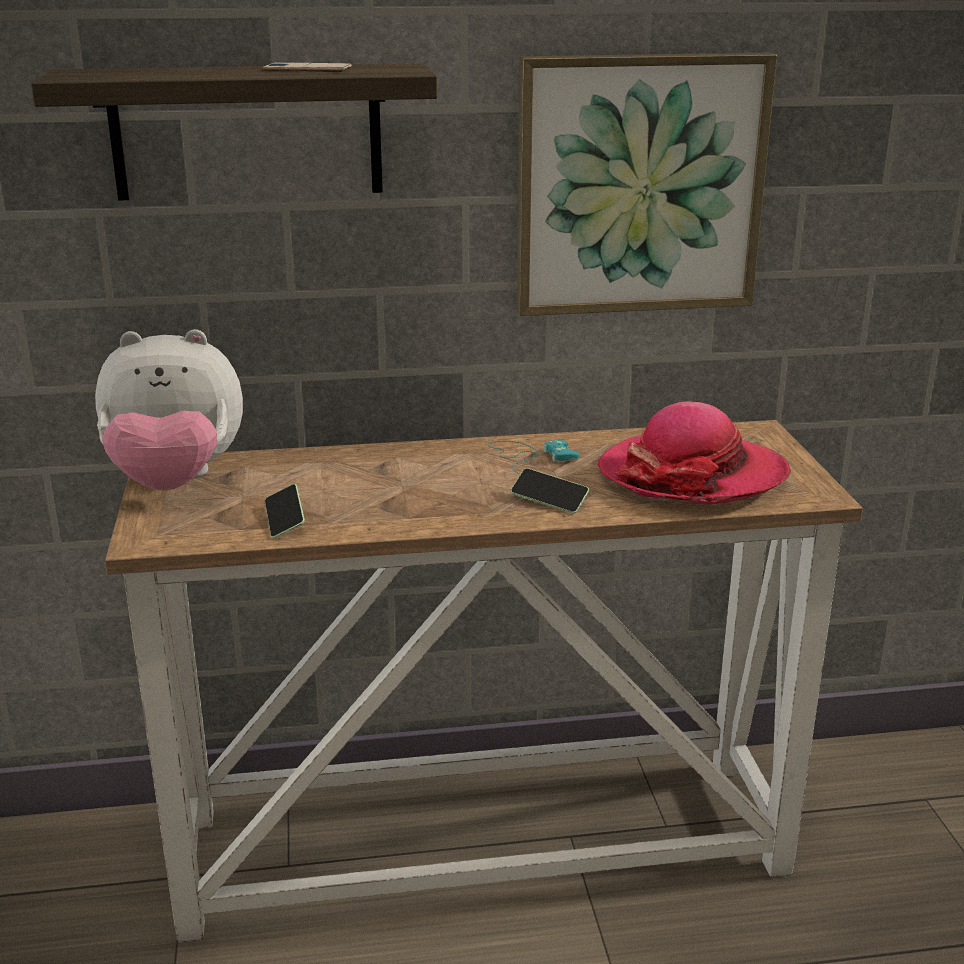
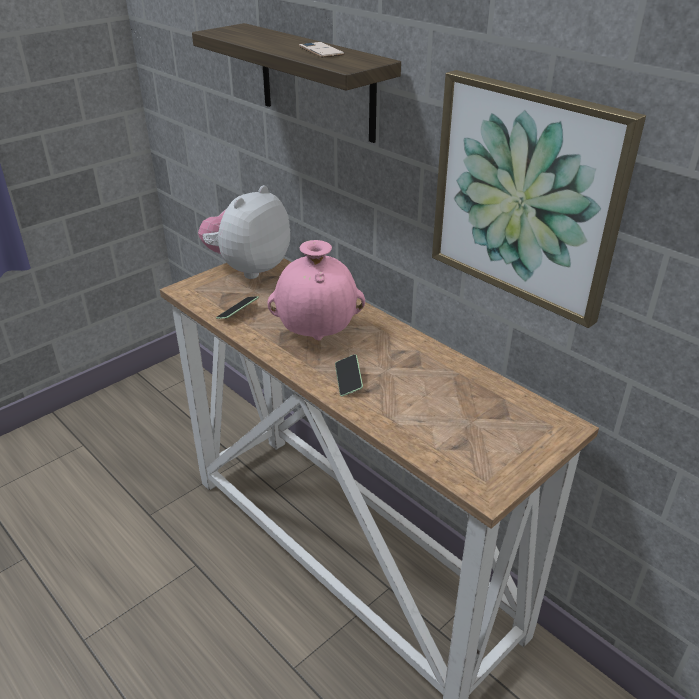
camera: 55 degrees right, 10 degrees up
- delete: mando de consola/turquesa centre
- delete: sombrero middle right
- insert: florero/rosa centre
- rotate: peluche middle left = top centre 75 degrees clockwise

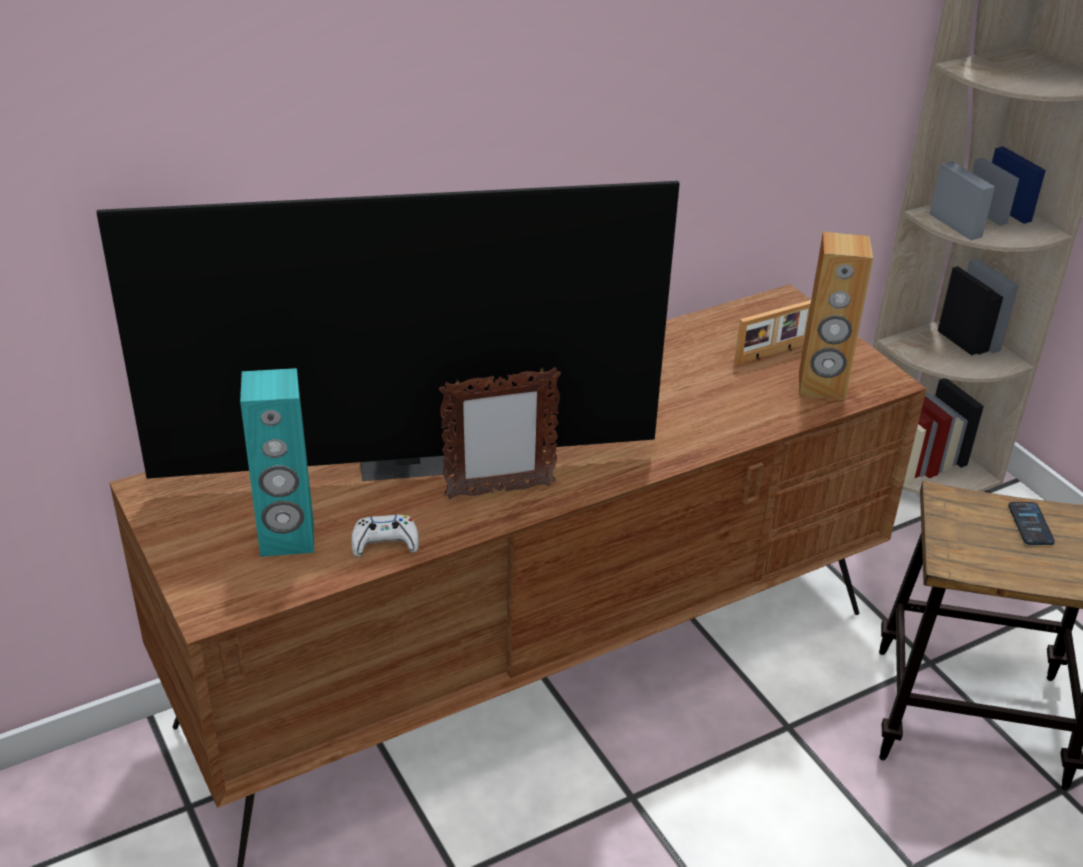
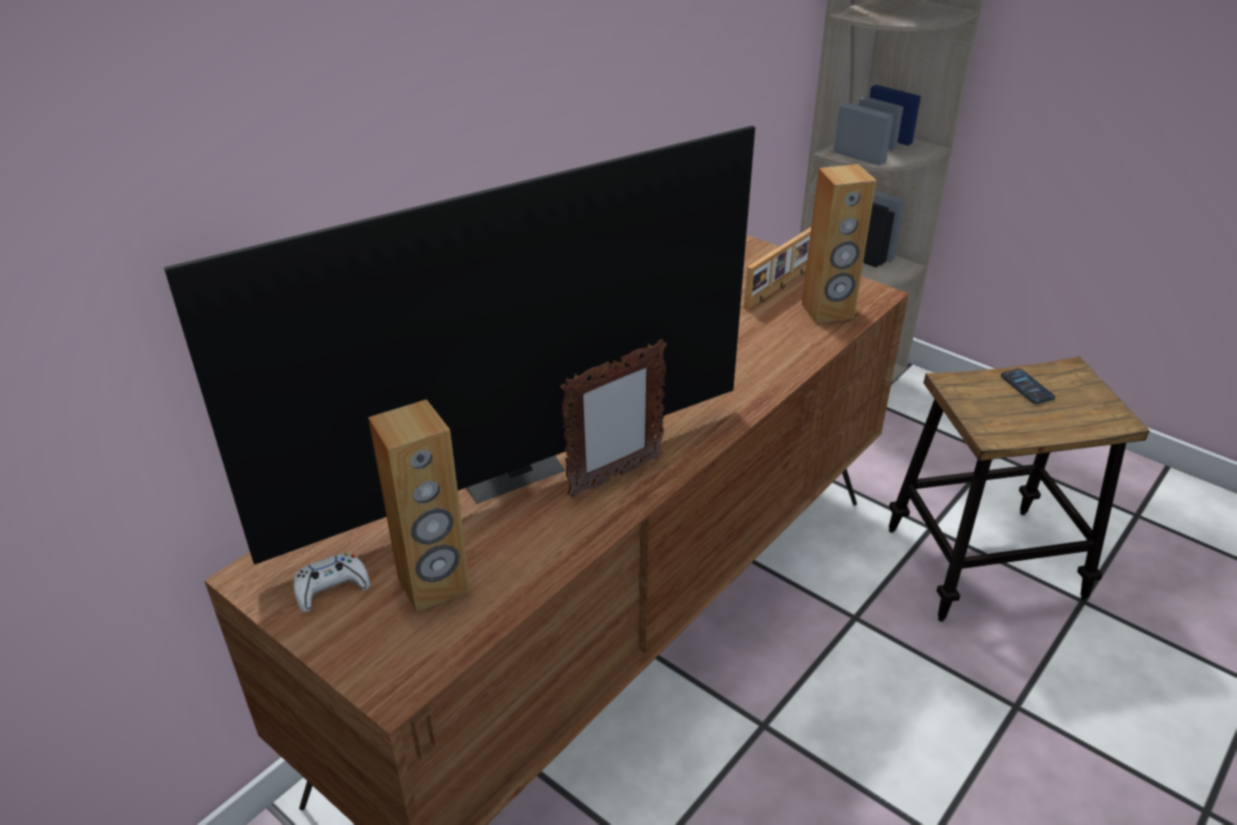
camera: 20 degrees left, 0 degrees up
- move: mando de consola/blanco centre to bottom left
- recolor: altavoz/turquesa middle left to altavoz/marrón (1st from left) centre

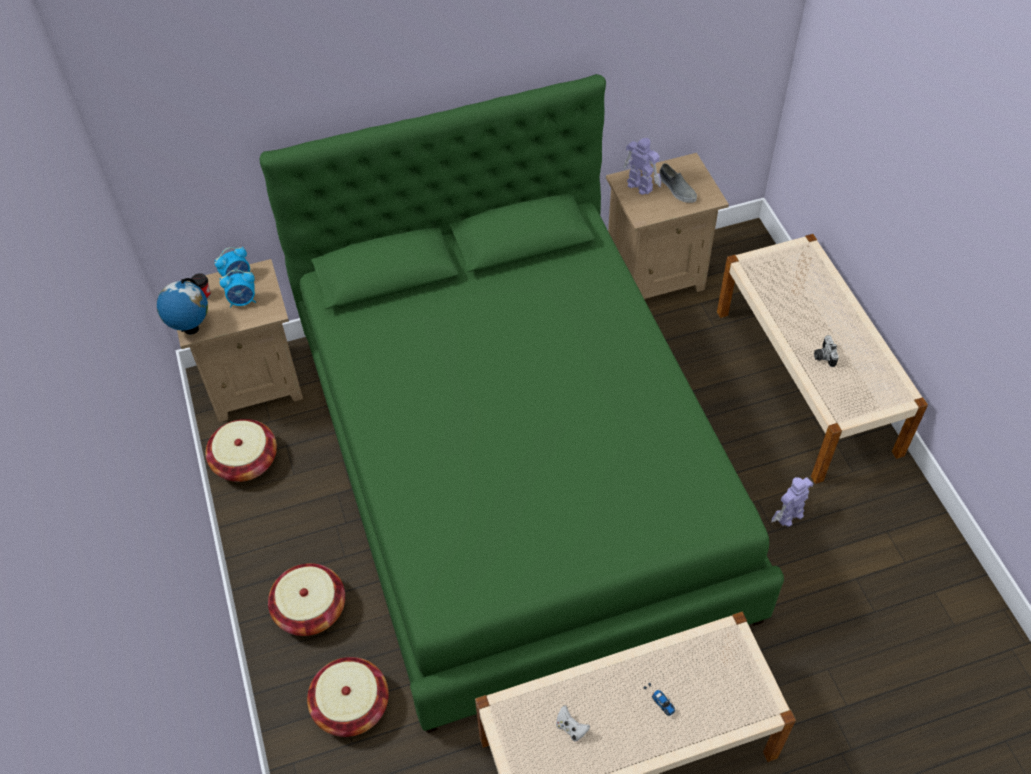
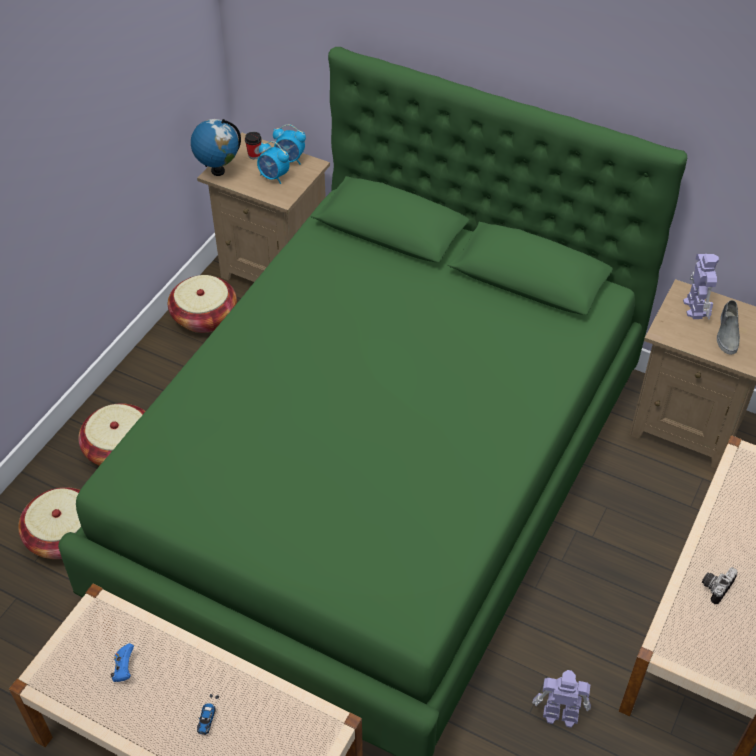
camera: 45 degrees right, 5 degrees down
- recolor: mando de consola/blanco bottom centre to mando de consola/azul bottom left

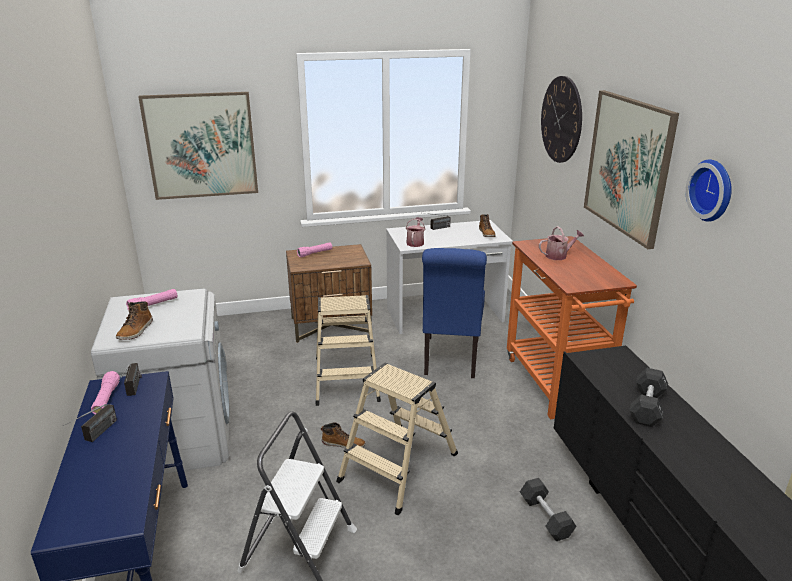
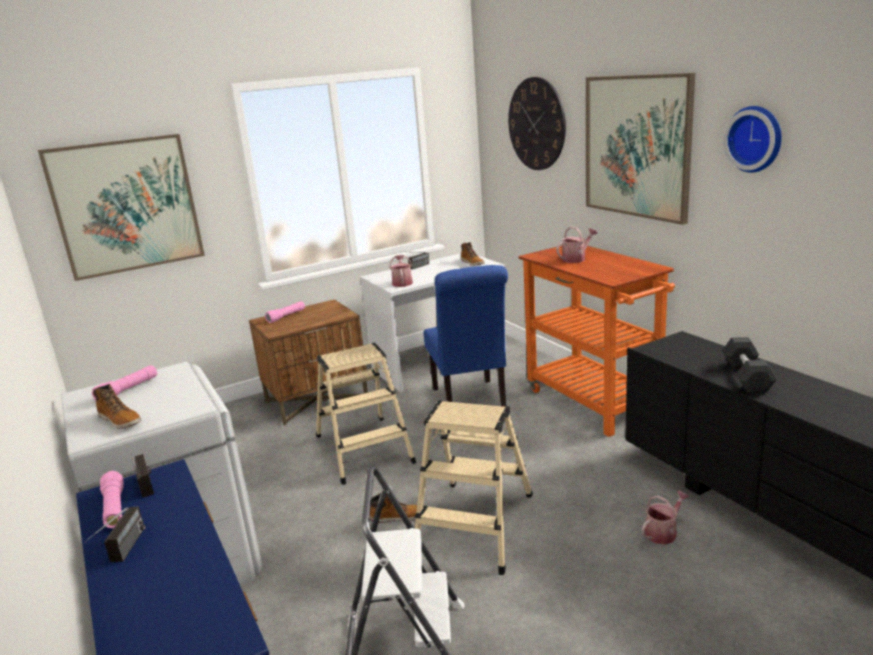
camera: 15 degrees left, 5 degrees down
- replace: mancuerna/negro (1st from left) bottom right to regadera (3rd from left) bottom right
- rotate: bota (1st from left) middle left = middle left 45 degrees counterclockwise

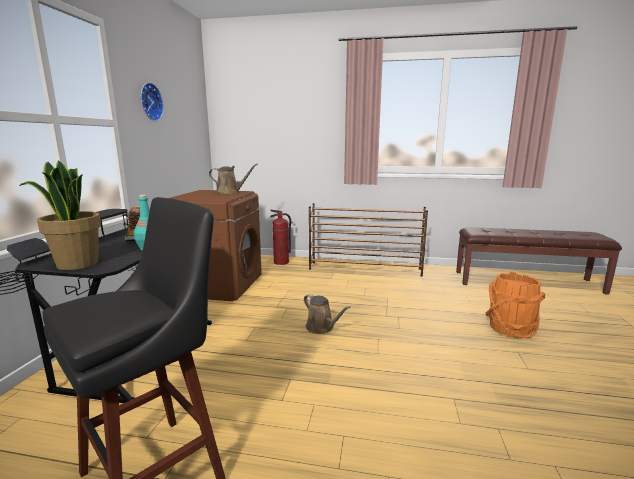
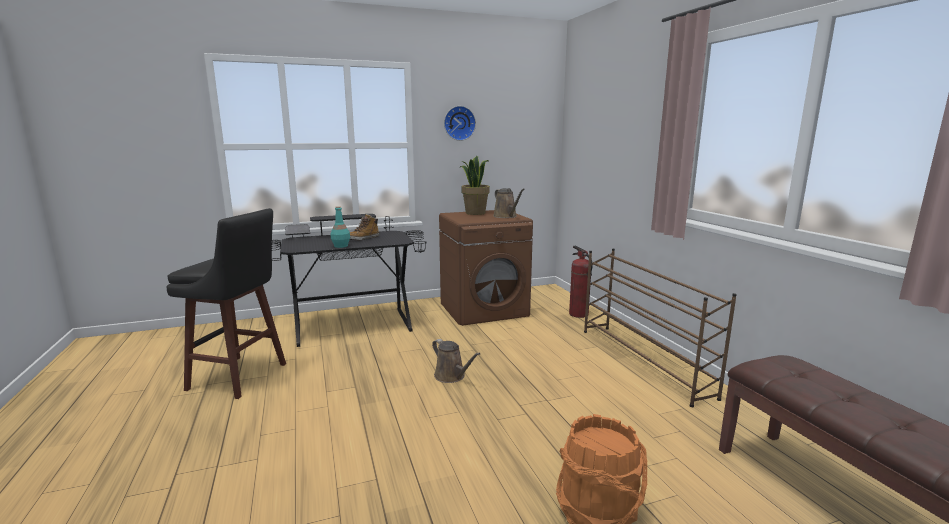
camera: 60 degrees right, 0 degrees up
- move: planta en maceta middle left to centre
- rotate: regadera/marrón (2nd from left in the first image) centre = bottom centre 60 degrees counterclockwise

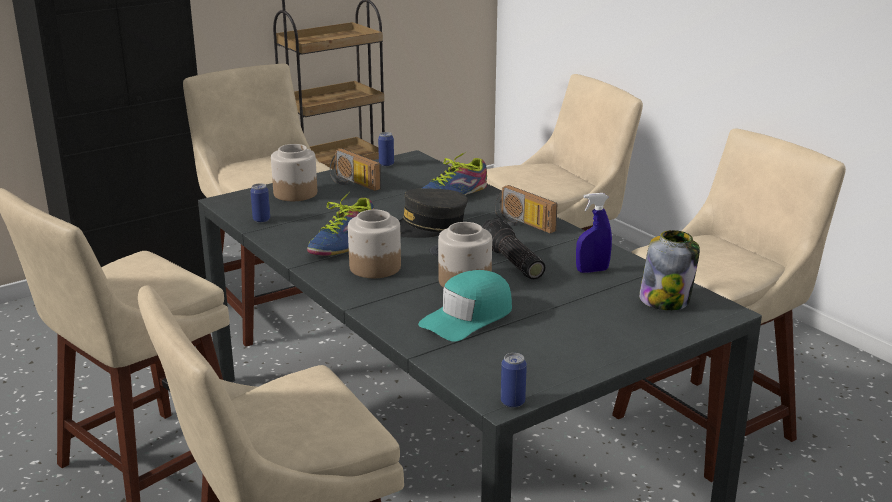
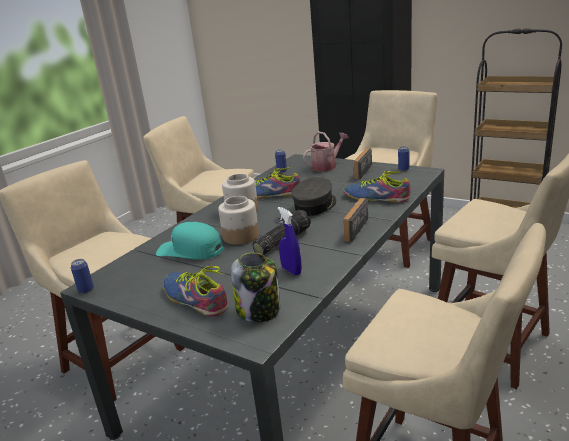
camera: 70 degrees right, 0 degrees up
- insert: zapato (1st from left) centre
- replace: tarro (1st from left) middle left to regadera centre
- rotate: gorra/gris centre = centre 75 degrees clockwise

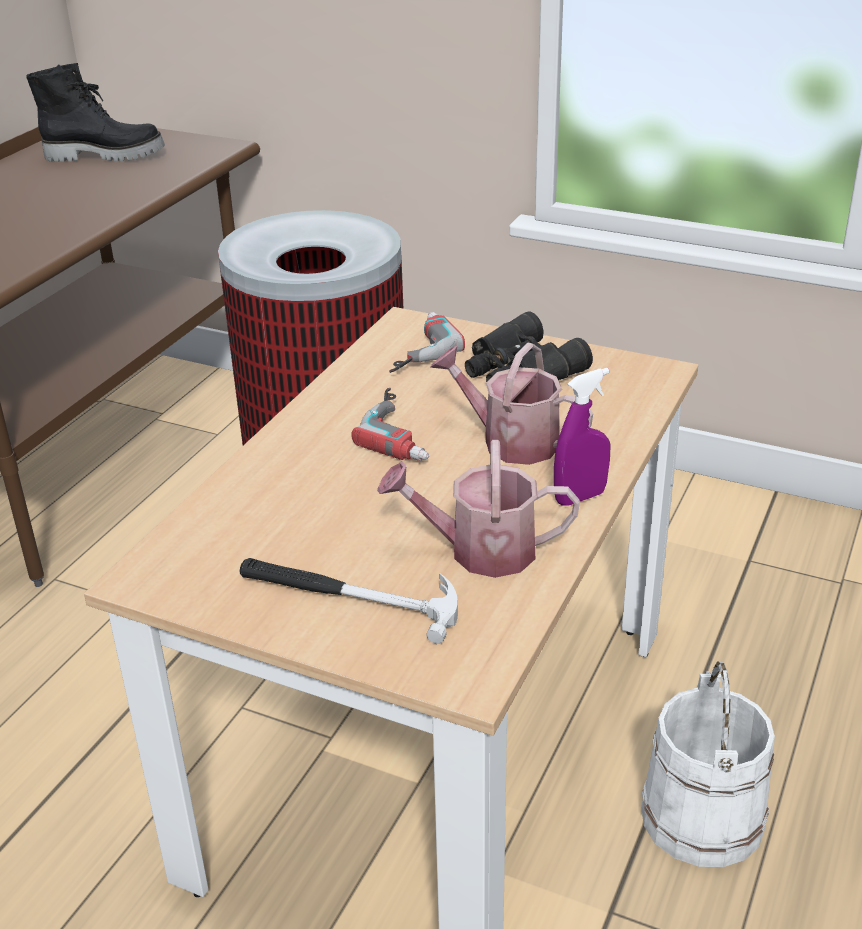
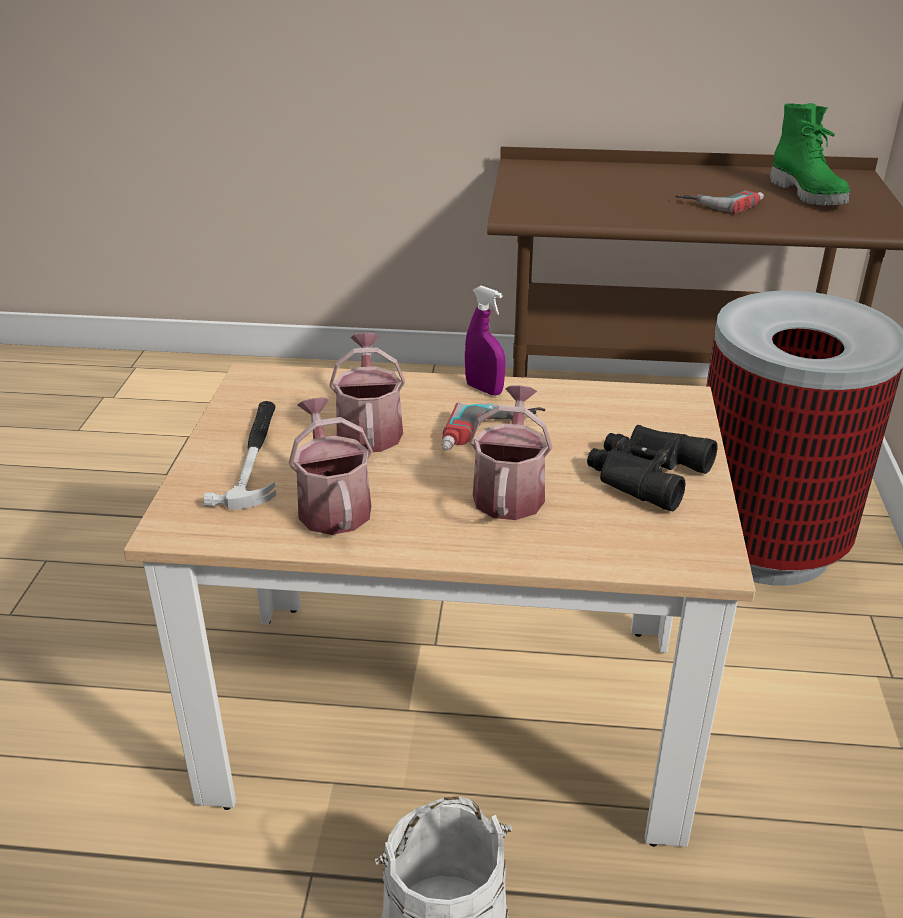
camera: 70 degrees right, 0 degrees up
- insert: regadera (2nd from left) centre
- move: taladro (2nd from left) centre to top right
- move: pulverizador/morado middle right to centre
- recolor: bota/negro top left to bota/verde top right

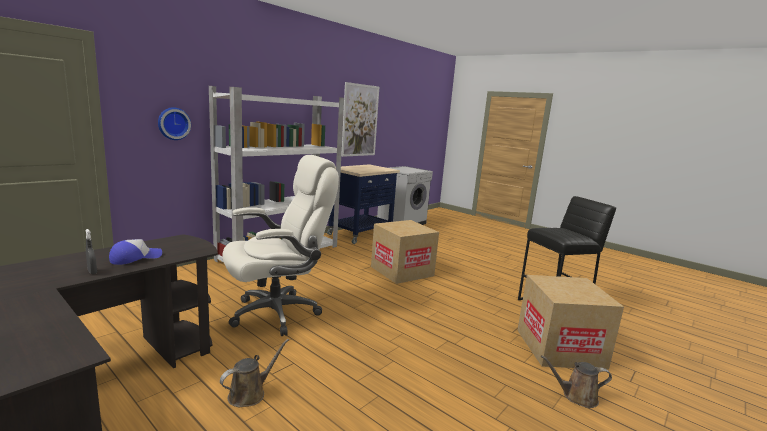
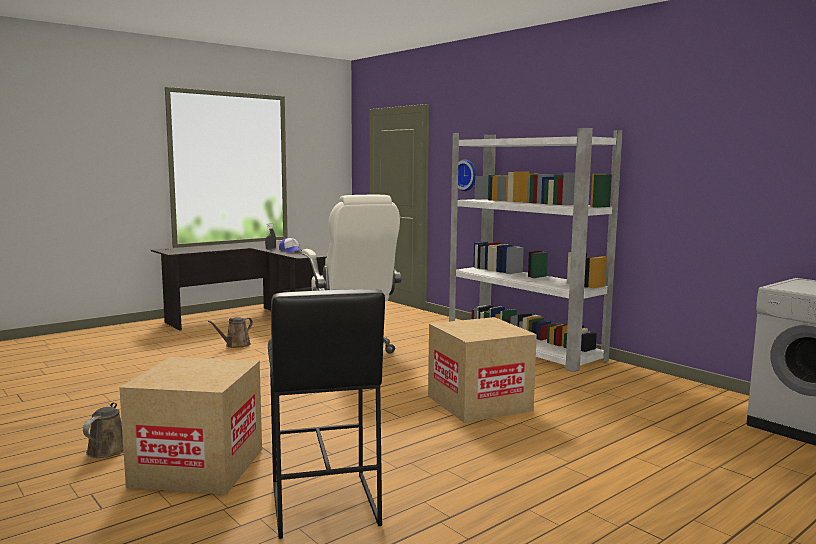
camera: 100 degrees right, 5 degrees down
- delete: carrito/azul centre
- delete: cuadro top centre
- rotate: regadera/marrón (1st from left in the first image) bottom left = middle left 75 degrees clockwise

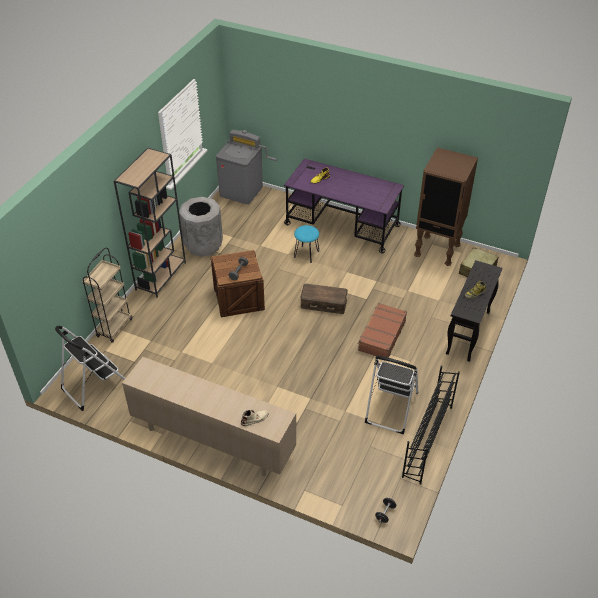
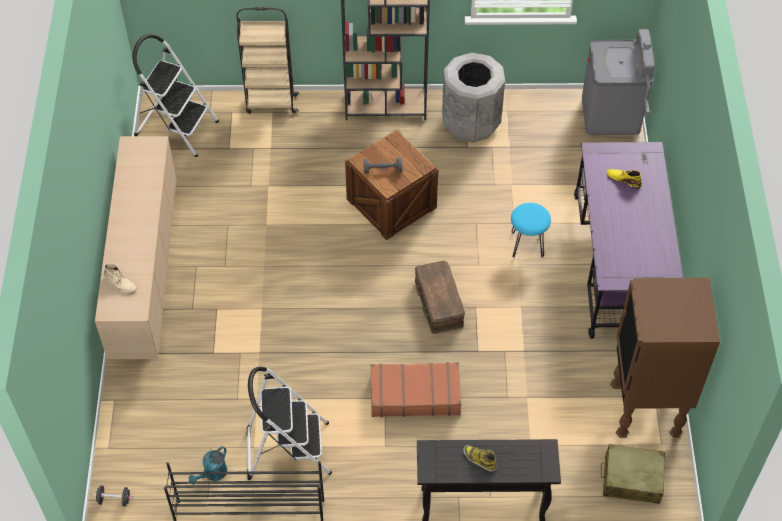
camera: 65 degrees right, 10 degrees up
- insert: regadera/turquesa bottom left

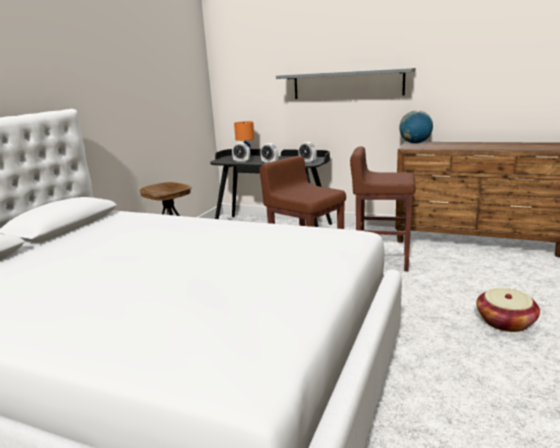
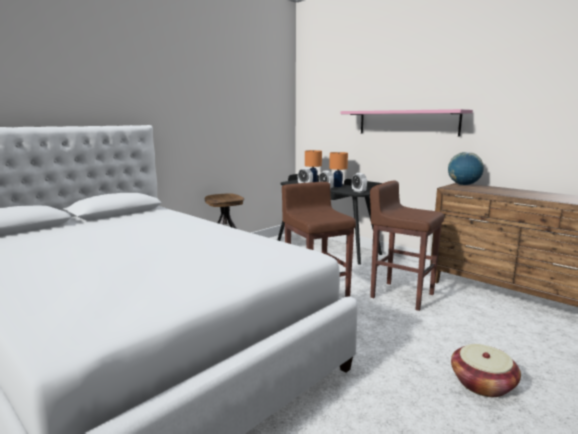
camera: 20 degrees right, 5 degrees down
- insert: lámpara de mesa/naranja (2nd from left) centre
- recolor: estante/gris top centre to estante/rosa top right

